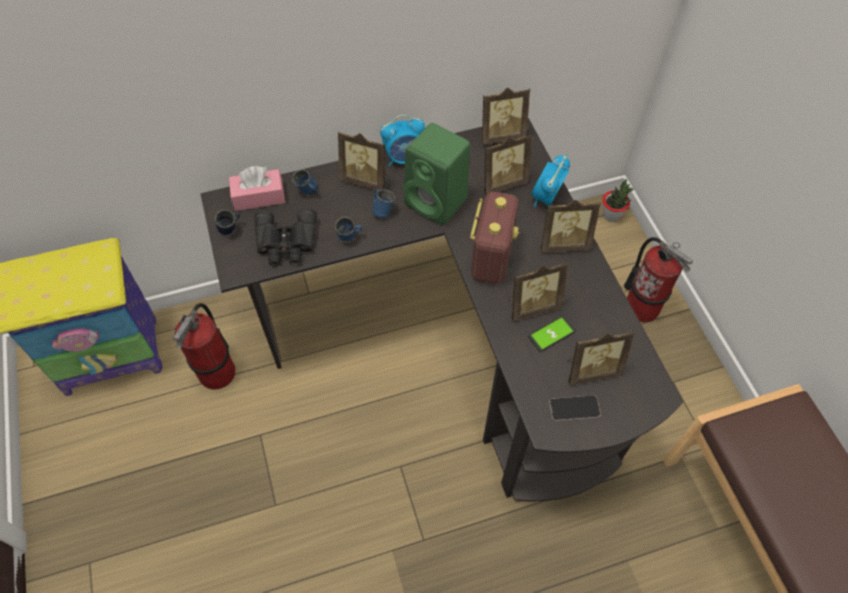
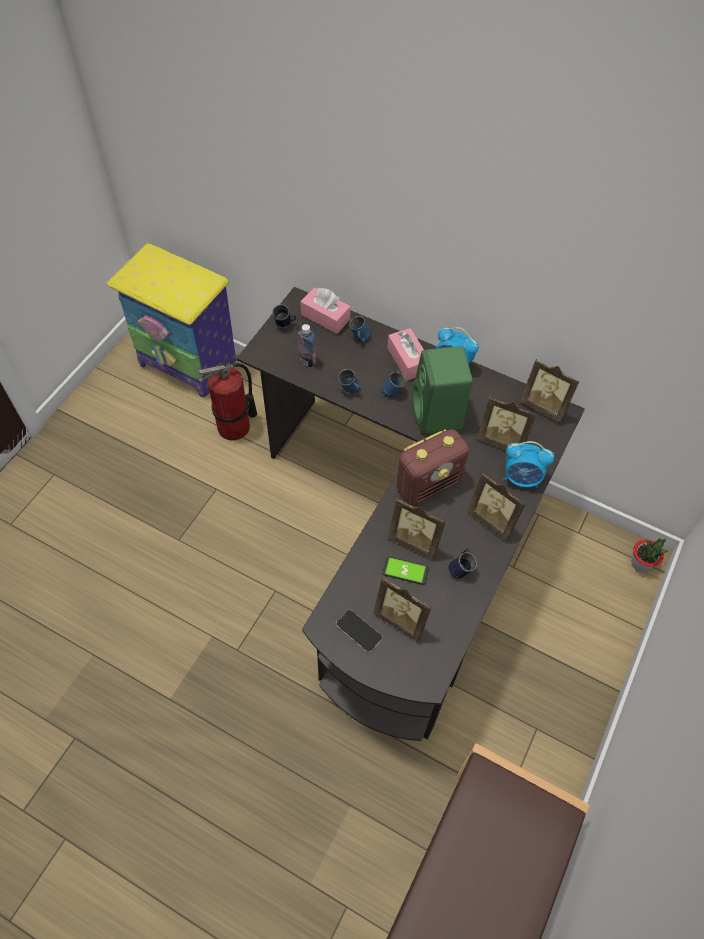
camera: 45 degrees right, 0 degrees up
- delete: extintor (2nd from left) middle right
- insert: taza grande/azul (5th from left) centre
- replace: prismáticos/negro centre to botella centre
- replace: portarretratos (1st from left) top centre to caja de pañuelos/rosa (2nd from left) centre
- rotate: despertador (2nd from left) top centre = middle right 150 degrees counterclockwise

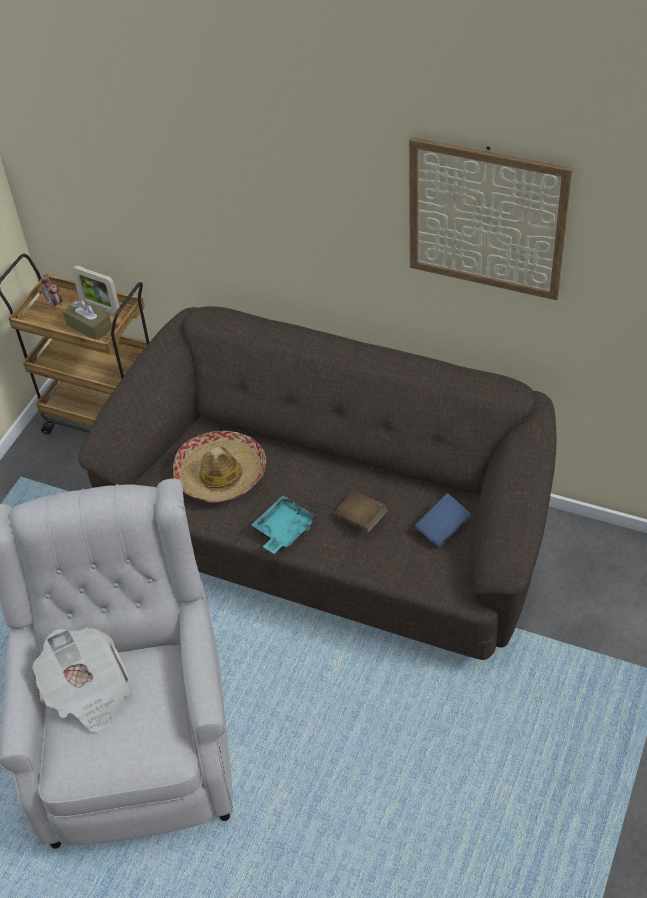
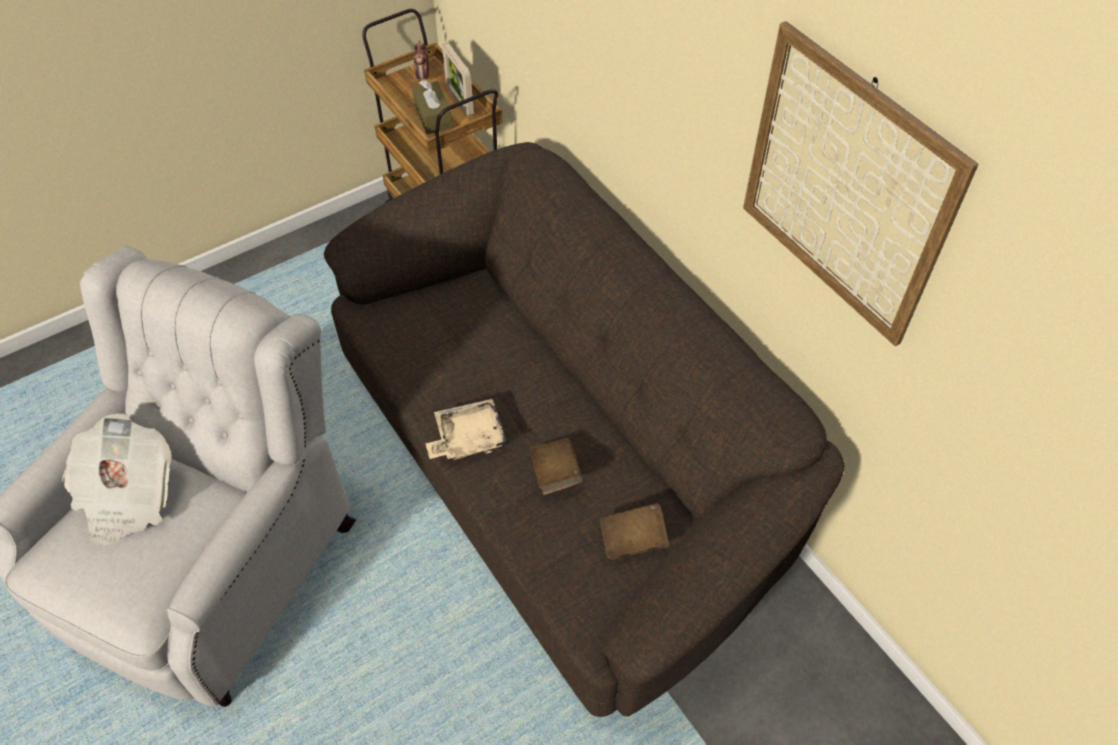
camera: 30 degrees right, 5 degrees up
- delete: sombrero centre
- recolor: bandeja/turquesa centre to bandeja/beis centre
- recolor: libro/azul middle right to libro/marrón (2nd from left) bottom centre

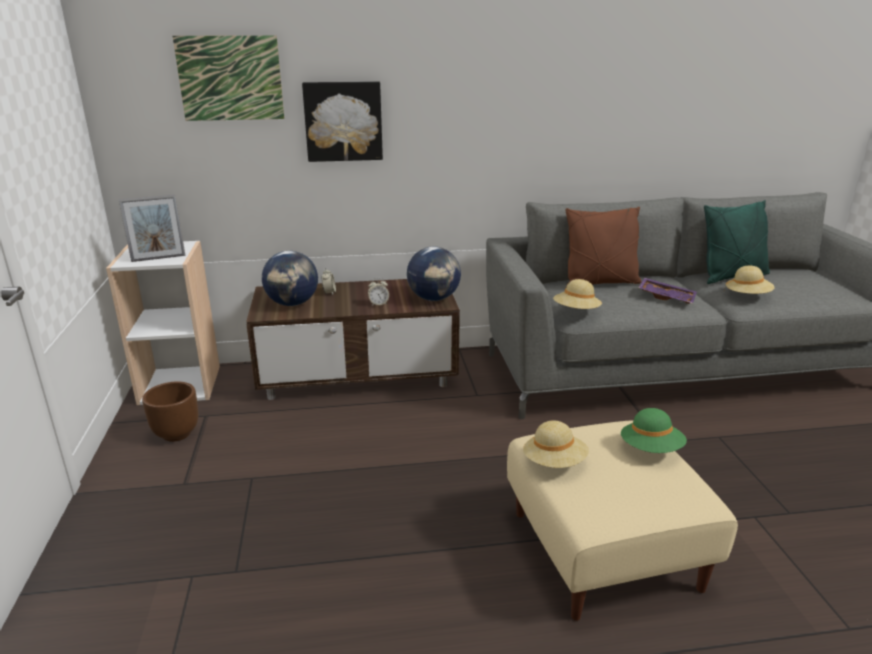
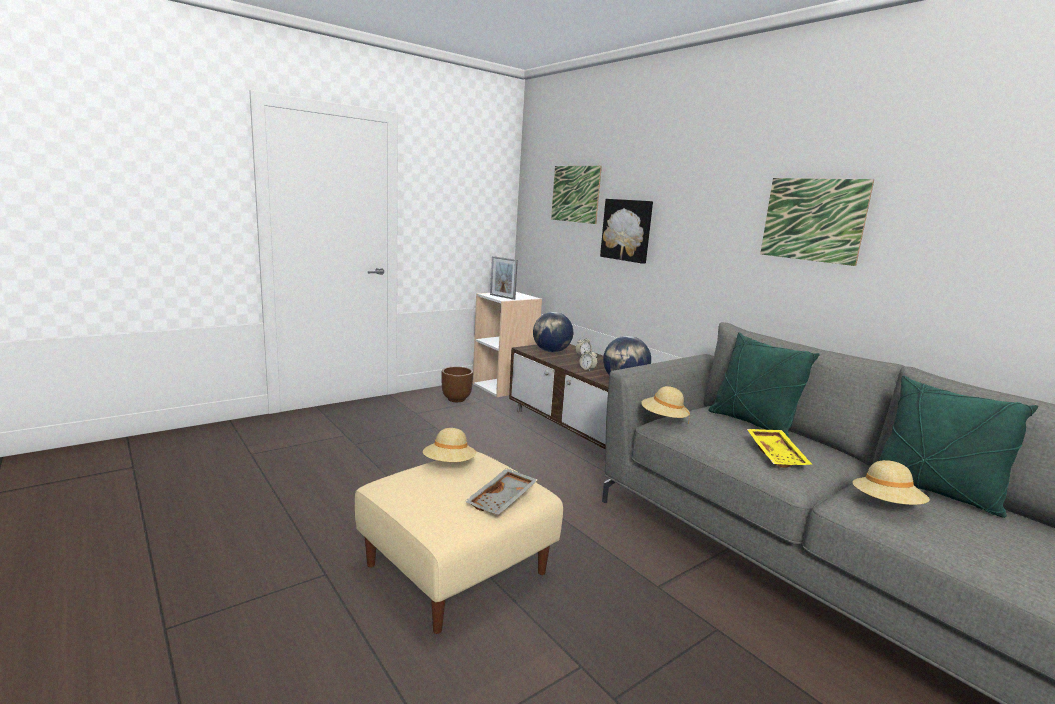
camera: 60 degrees right, 10 degrees down
- insert: cuadro (3rd from left) top right
- replace: sombrero/verde middle right to bandeja/gris bottom centre
- recolor: cojín/marrón middle right to cojín/verde (1st from left) middle right
- recolor: bandeja/morado middle right to bandeja/amarillo middle right

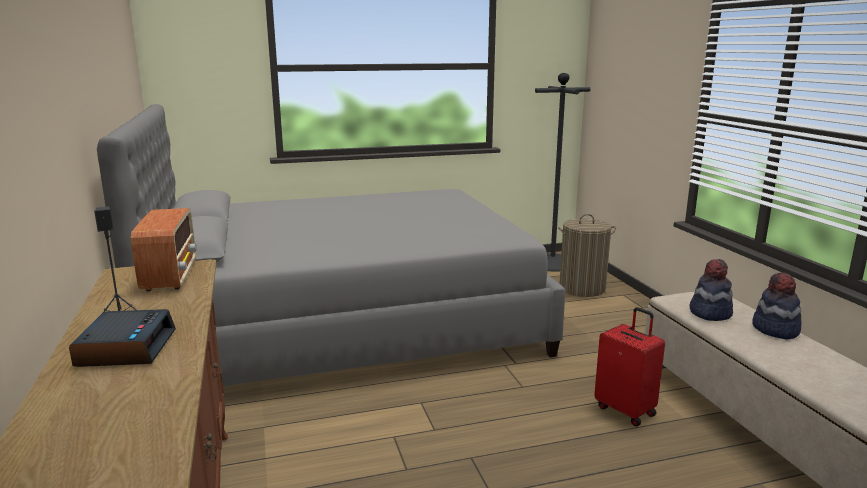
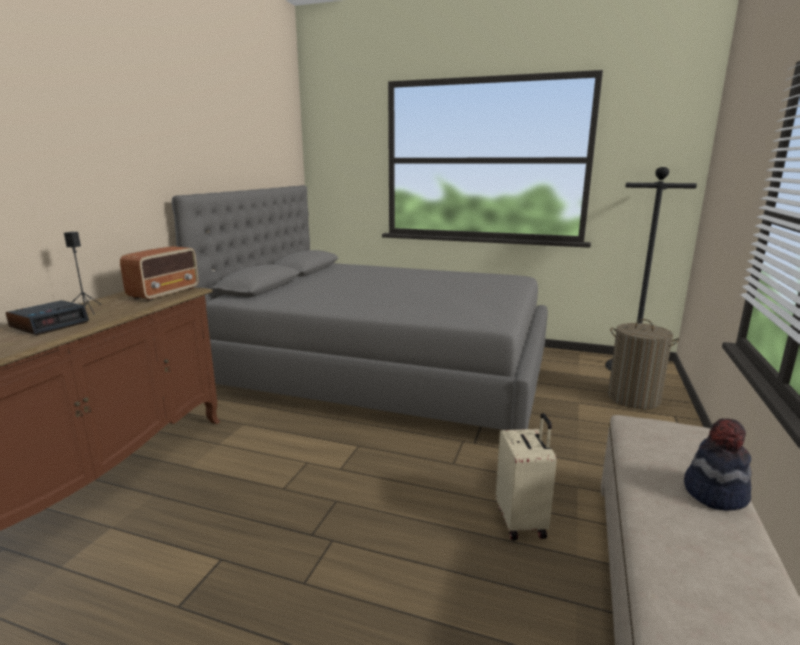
camera: 35 degrees right, 0 degrees up
- delete: sombrero (1st from left) middle right
- recolor: maleta/rojo bottom right to maleta/beis bottom centre

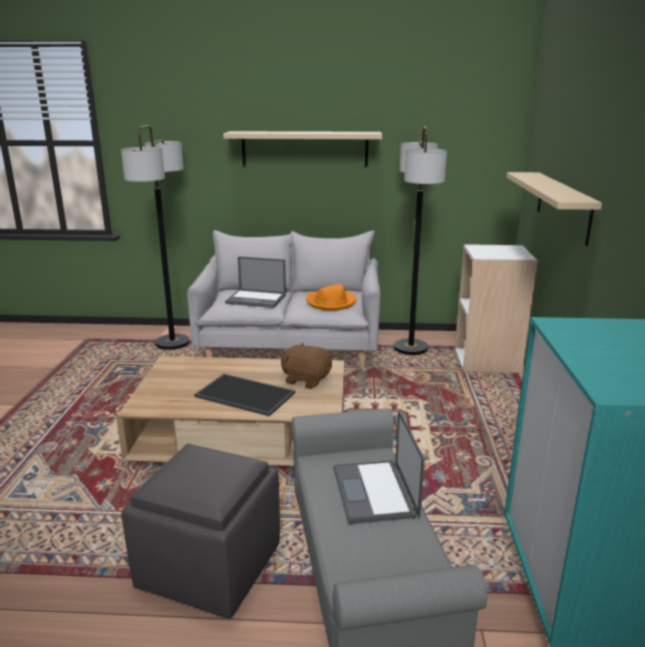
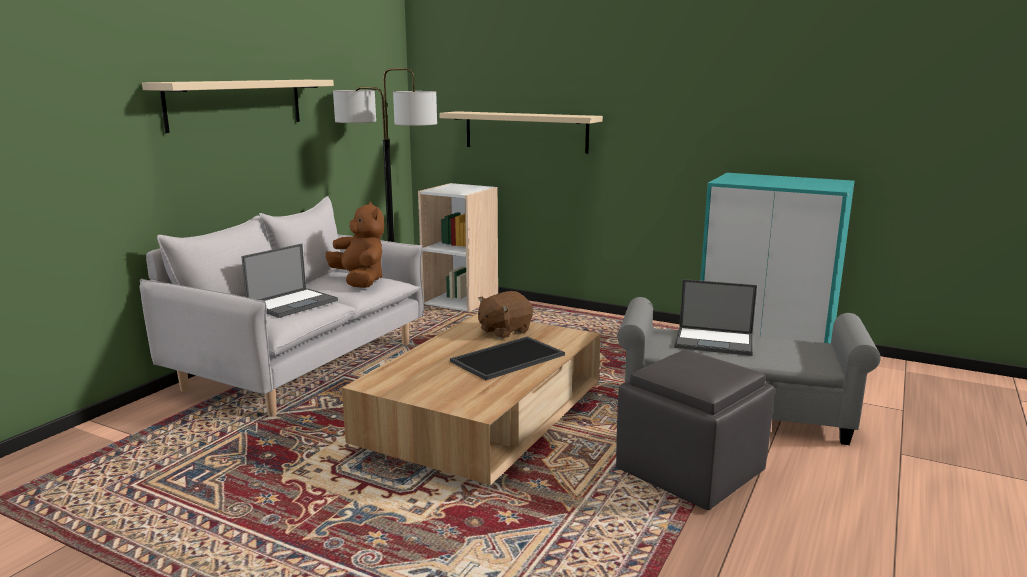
camera: 65 degrees left, 5 degrees down
- delete: lámpara de pie (1st from left) middle left
- replace: sombrero/naranja centre to peluche/marrón (1st from left) centre

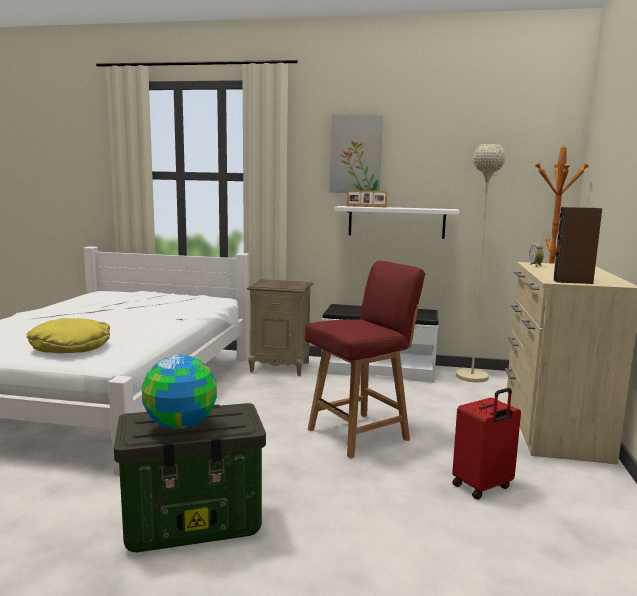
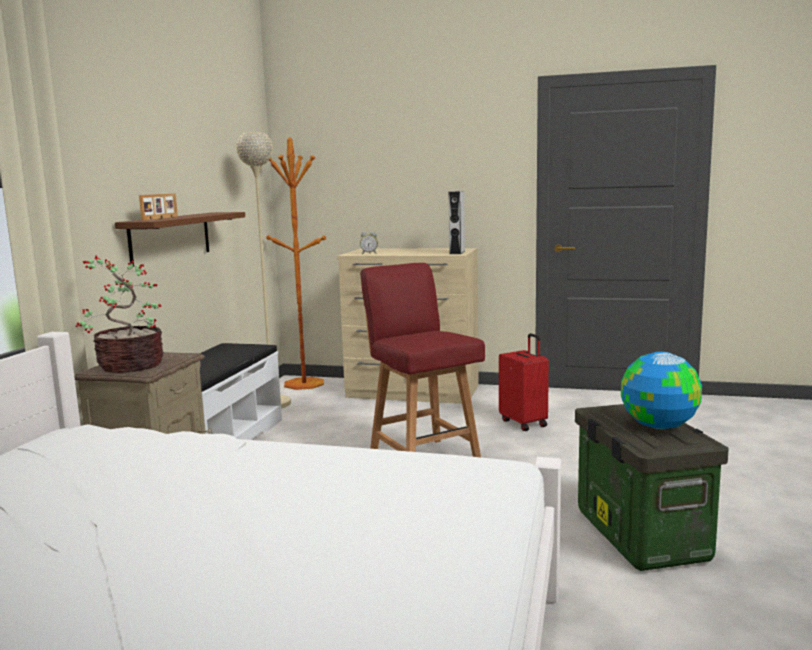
camera: 85 degrees left, 0 degrees up
- delete: cojín/amarillo middle left
- delete: cuadro top centre
- insert: planta en maceta middle left
- recolor: estante/blanco centre to estante/marrón middle left
- recolor: altavoz/marrón middle right to altavoz/gris centre

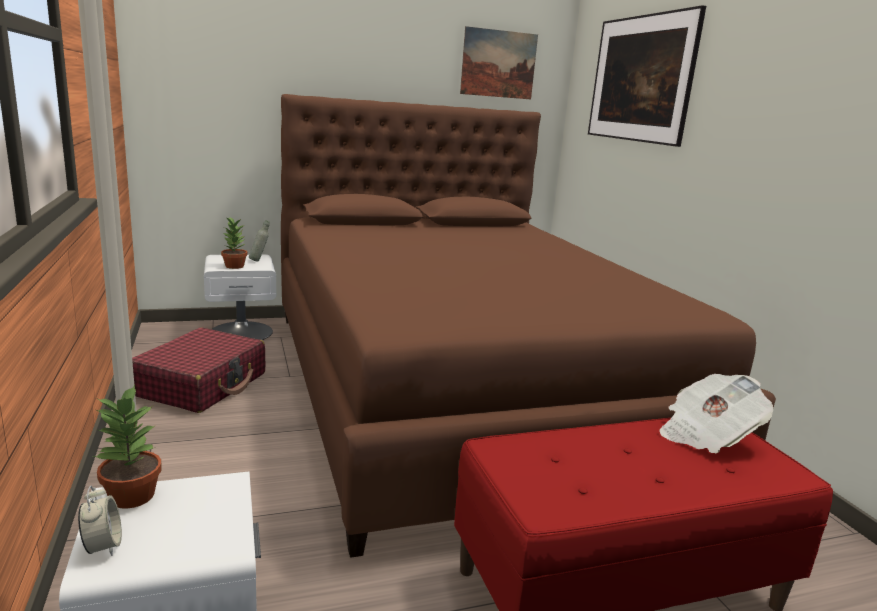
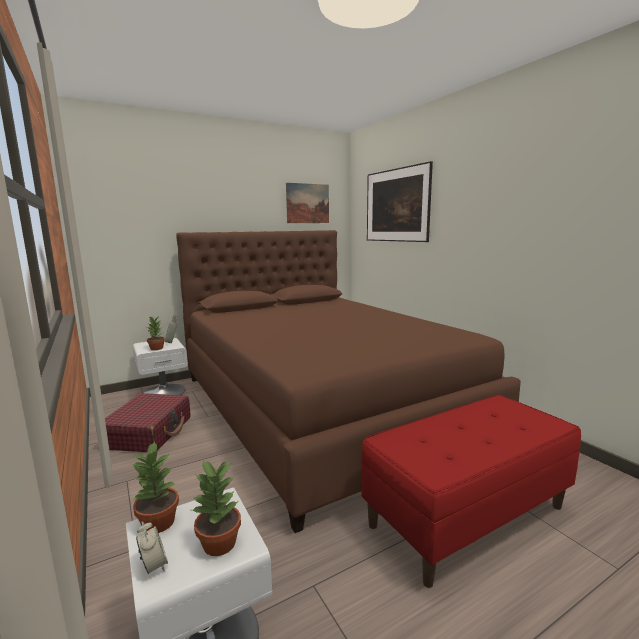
camera: 10 degrees left, 5 degrees down
- delete: periódico bottom right
- insert: planta en maceta (3rd from left) bottom centre

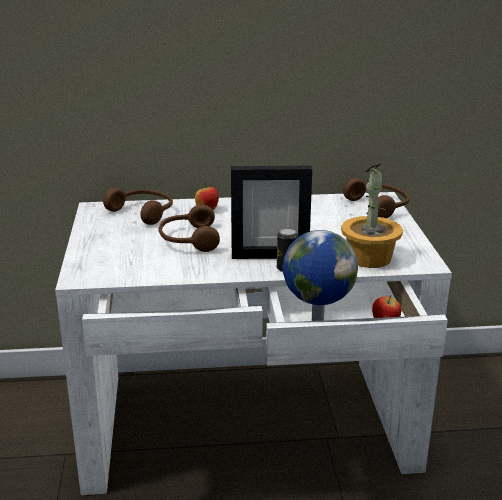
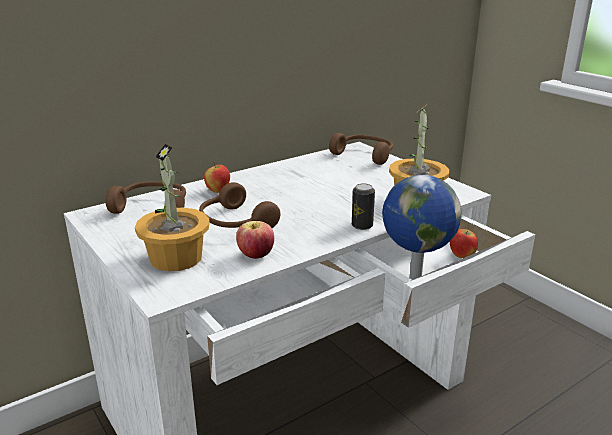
camera: 30 degrees left, 0 degrees up
- delete: portarretratos centre
- insert: planta en maceta (1st from left) middle left
- insert: manzana (2nd from left) centre

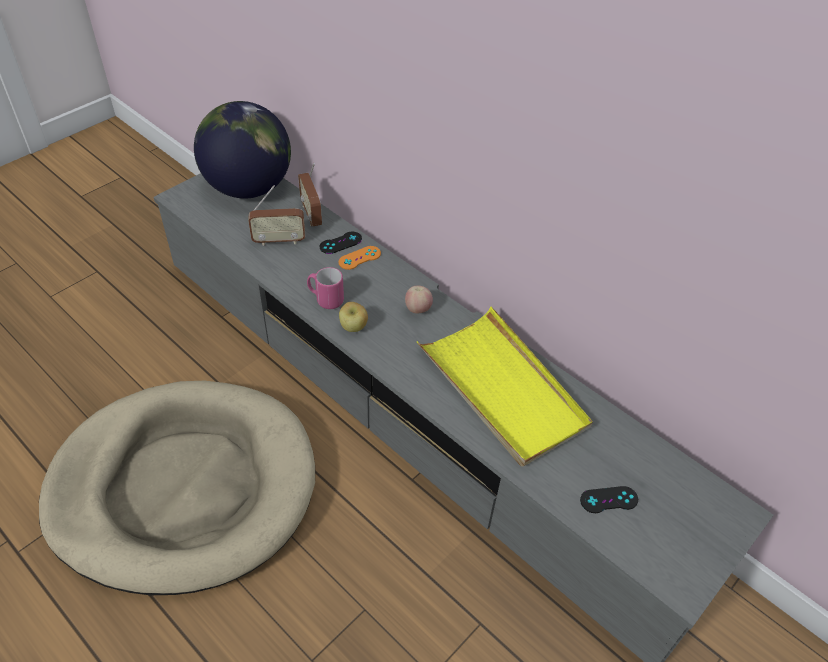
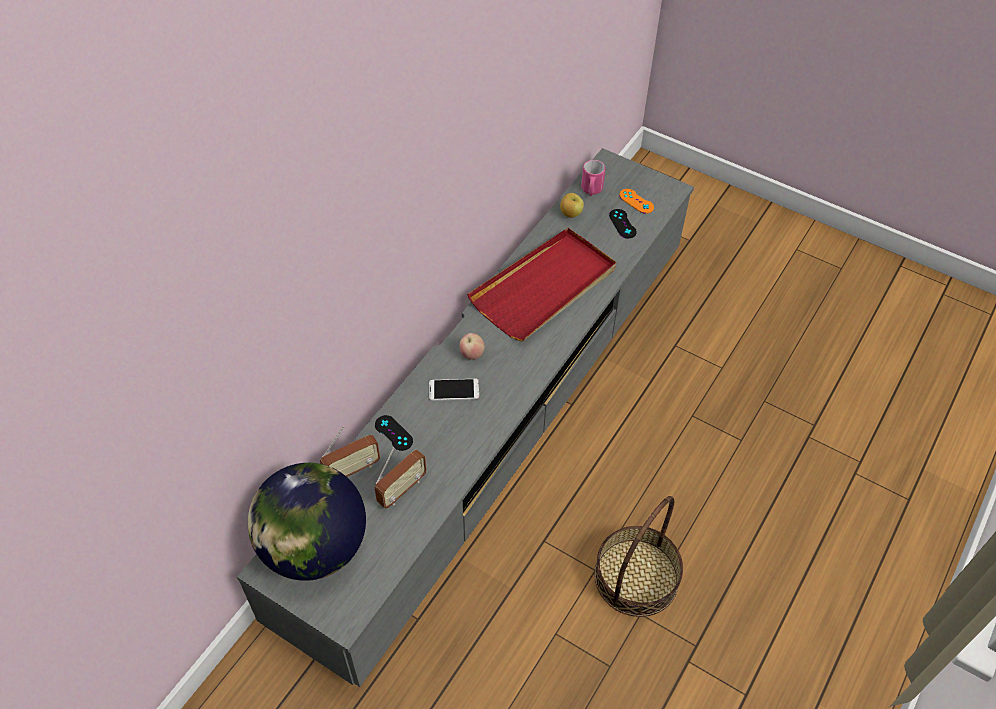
camera: 100 degrees left, 5 degrees up
- insert: móvil centre
- move: taza grande/rosa centre to top centre
- move: mando de consola/naranja centre to top centre
- move: manzana (1st from left in the first image) centre to manzana (2nd from left) top centre
- replace: cama para perro/beis bottom left to cesta bottom centre
- recolor: bandeja/amarillo centre to bandeja/rojo centre
- rotate: radio (1st from left in the first image) top centre = bottom centre 60 degrees clockwise

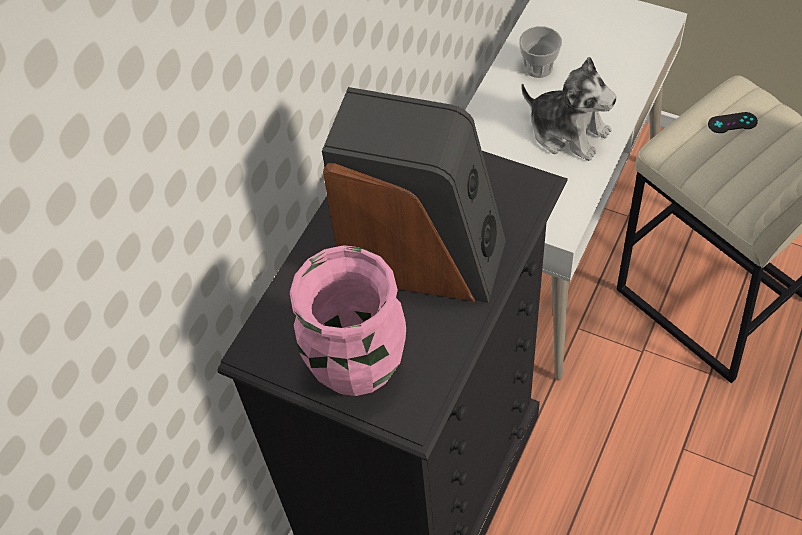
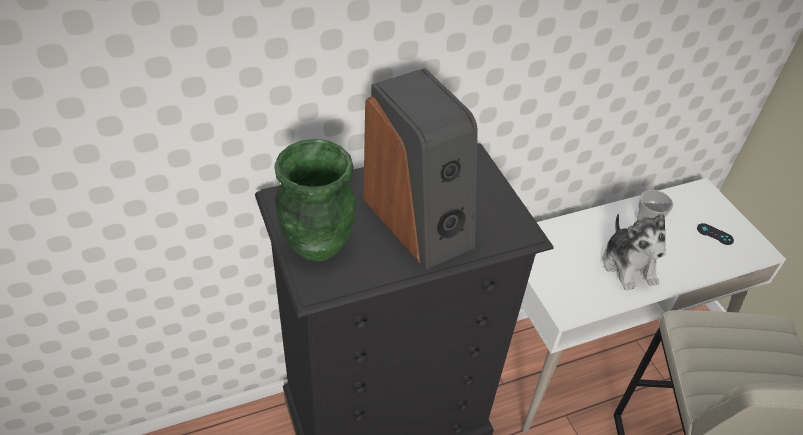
camera: 35 degrees right, 10 degrees down
- move: mando de consola/negro top right to middle right
- recolor: florero/rosa centre to florero/verde centre

